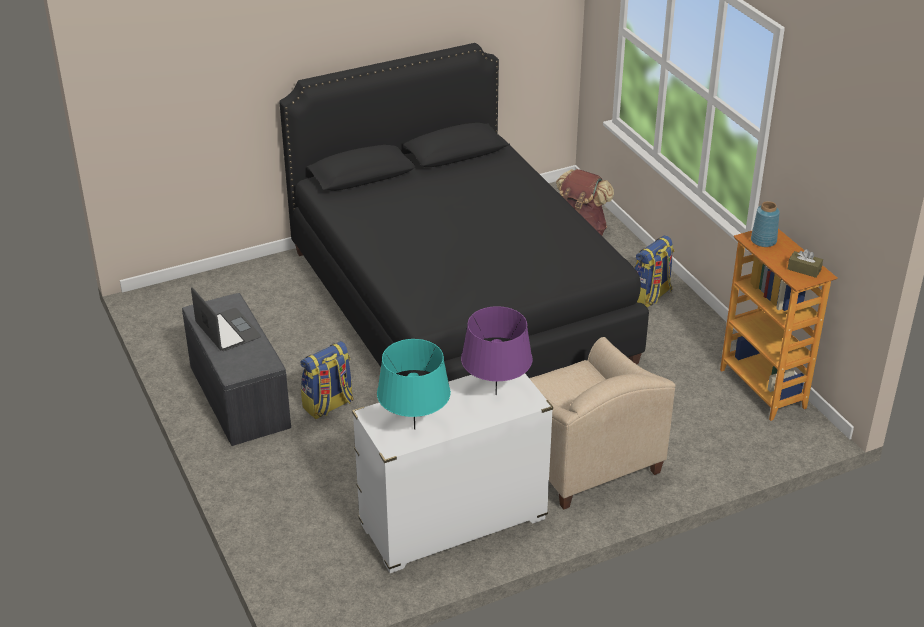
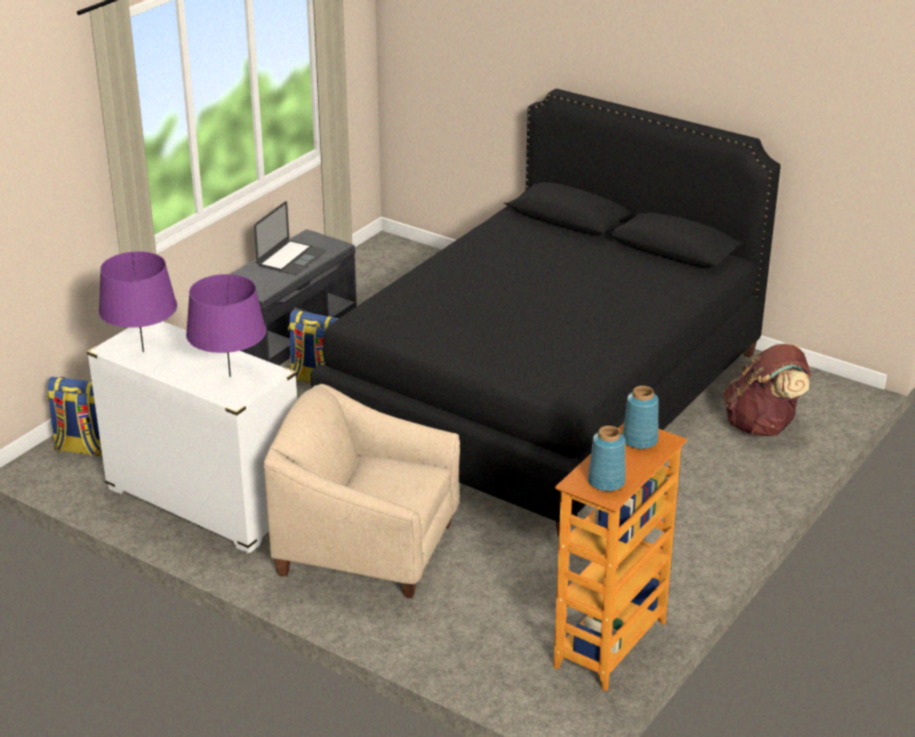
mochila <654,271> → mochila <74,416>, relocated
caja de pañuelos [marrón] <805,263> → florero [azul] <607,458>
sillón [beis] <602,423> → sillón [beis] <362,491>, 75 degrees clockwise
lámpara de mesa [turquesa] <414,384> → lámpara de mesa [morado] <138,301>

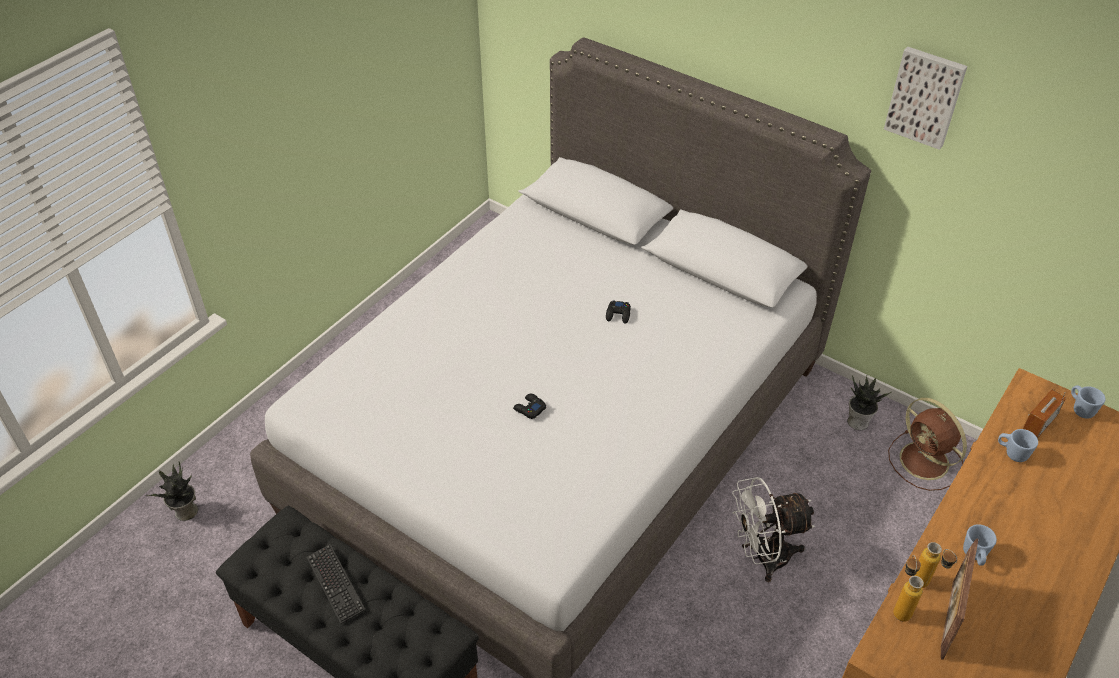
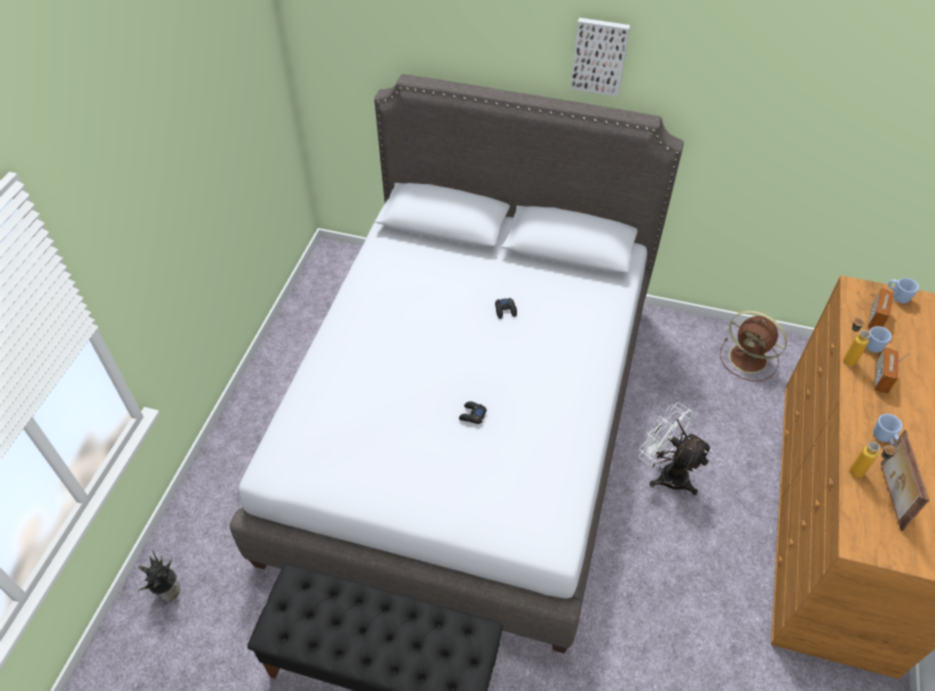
cuadro <925,98> → cuadro <600,57>, relocated
planta en maceta <870,402> → -
ventilador [blanco] <773,529> → ventilador [blanco] <676,449>, 75 degrees clockwise
teclado <336,584> → -
botella <908,588> → botella <857,341>, relocated
- → radio <893,370>

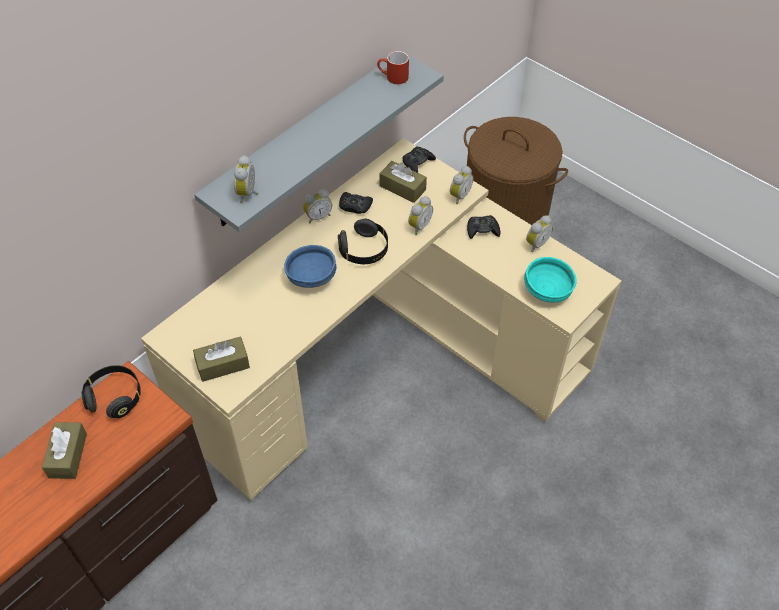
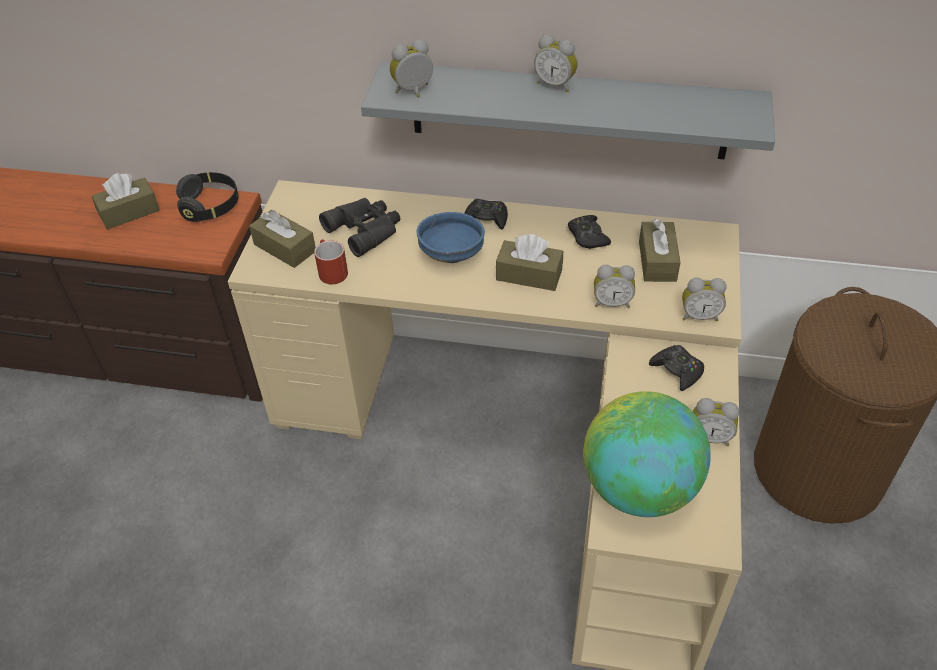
taza grande [rojo] <393,67> → taza grande [rojo] <331,261>, relocated
mando de consola [negro] <419,160> → mando de consola [negro] <486,214>, relocated
despertador <317,206> → despertador <556,63>, relocated
auriculares [negro] <363,241> → caja de pañuelos [marrón] <529,262>
cuenco [turquesa] <550,280> → globo terráqueo <647,454>
- → prismáticos [negro] <359,227>

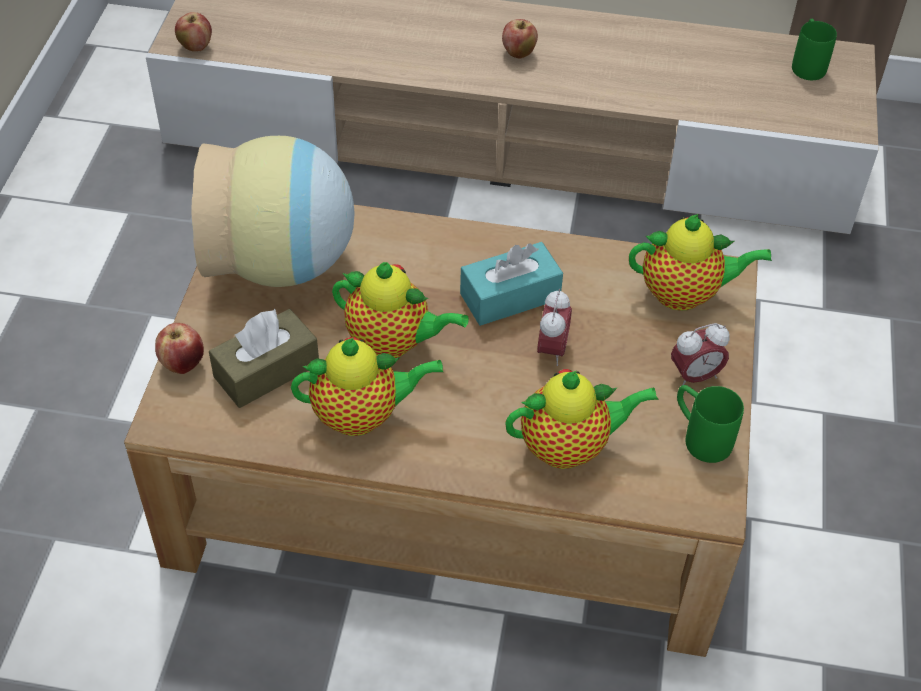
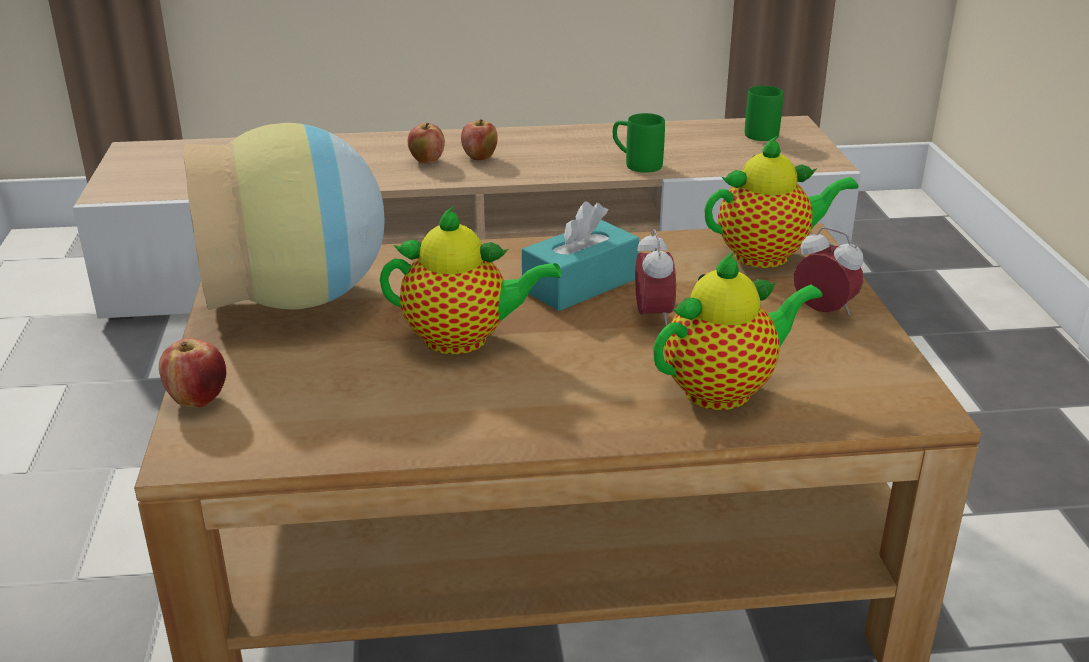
manzana <193,32> → manzana <426,143>, relocated
caja de pañuelos [marrón] <264,358> → -
despertador <700,354> → despertador <828,271>, 105 degrees counterclockwise
tetera <367,386> → -
taza grande [verde] <710,424> → taza grande [verde] <639,143>, relocated

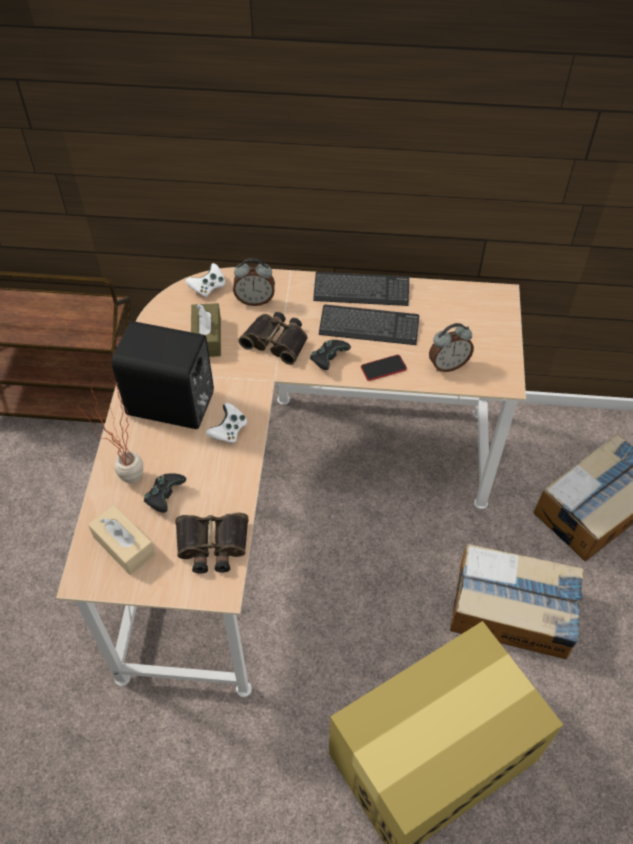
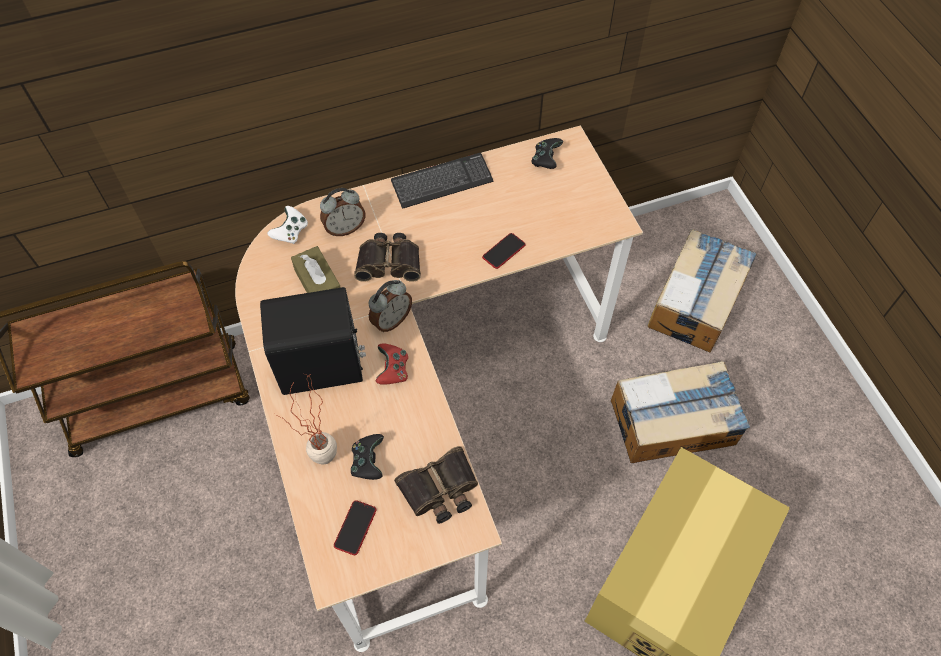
teclado <369,325> → -
despertador <451,347> → despertador <390,306>, relocated
mando de consola [negro] <330,355> → mando de consola [negro] <547,153>, relocated
mando de consola [blanco] <226,423> → mando de consola [rojo] <392,364>
caja de pañuelos [beis] <121,540> → móvil <355,527>

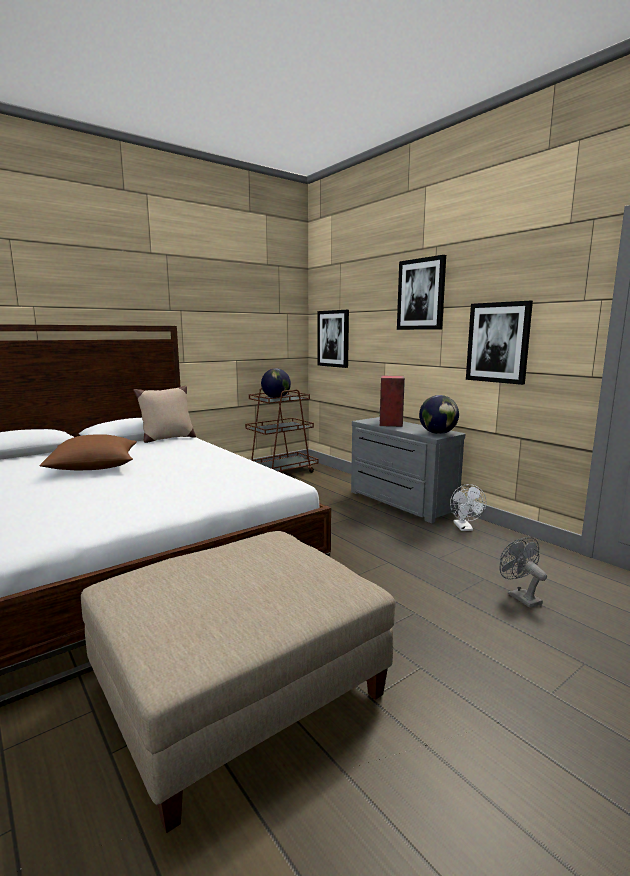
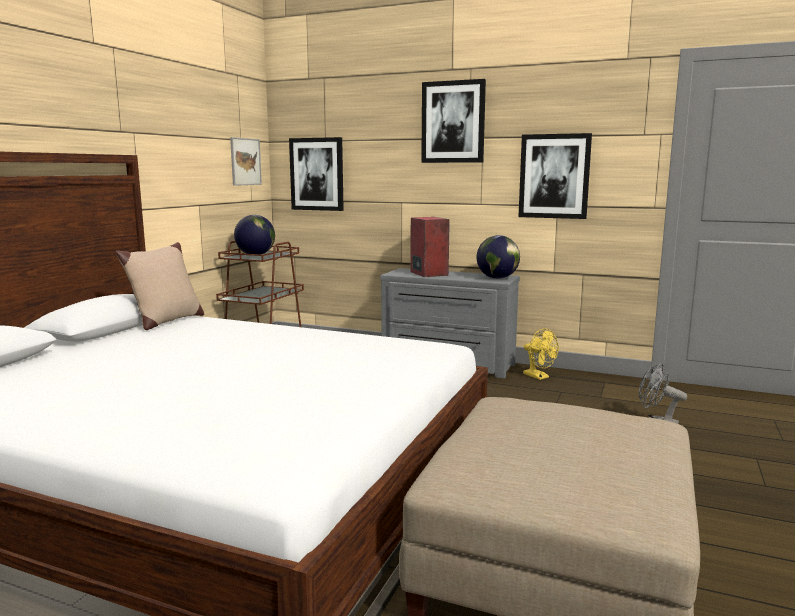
cojín [marrón] <88,452> → -
ventilador [blanco] <468,507> → ventilador [amarillo] <541,354>
- → cuadro <246,161>

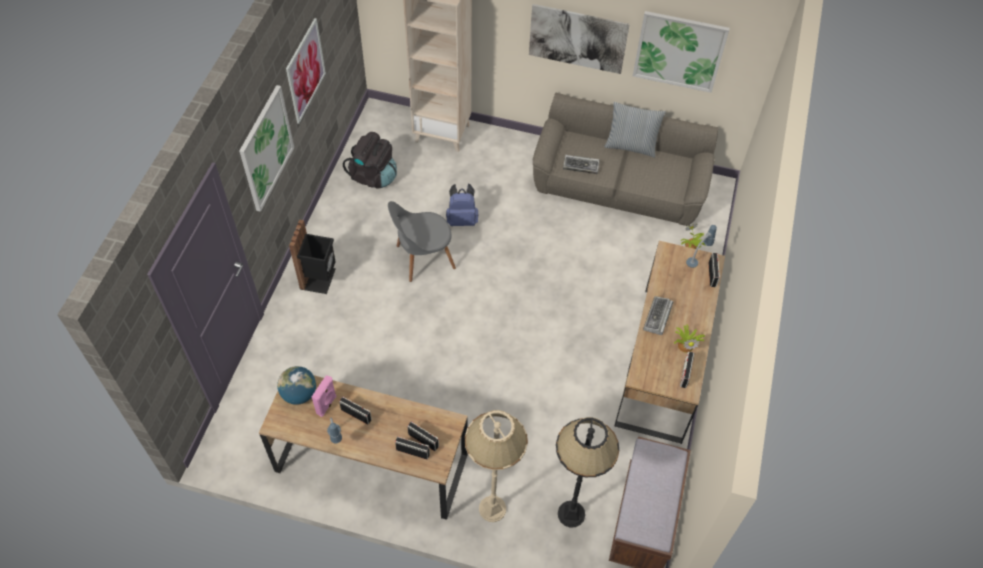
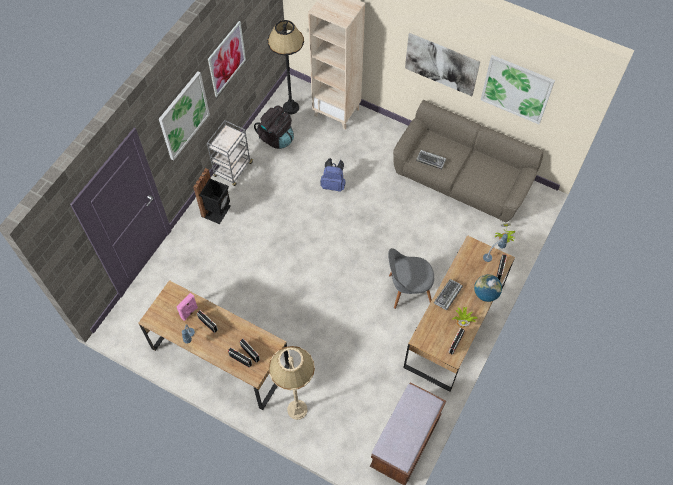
cojín <635,130> → -
silla [gris] <422,241> → silla [gris] <411,278>, relocated
globo terráqueo <296,385> → globo terráqueo <488,288>, relocated
lámpara de pie [negro] <587,472> → lámpara de pie [negro] <285,67>, relocated
- → carrito [gris] <230,153>

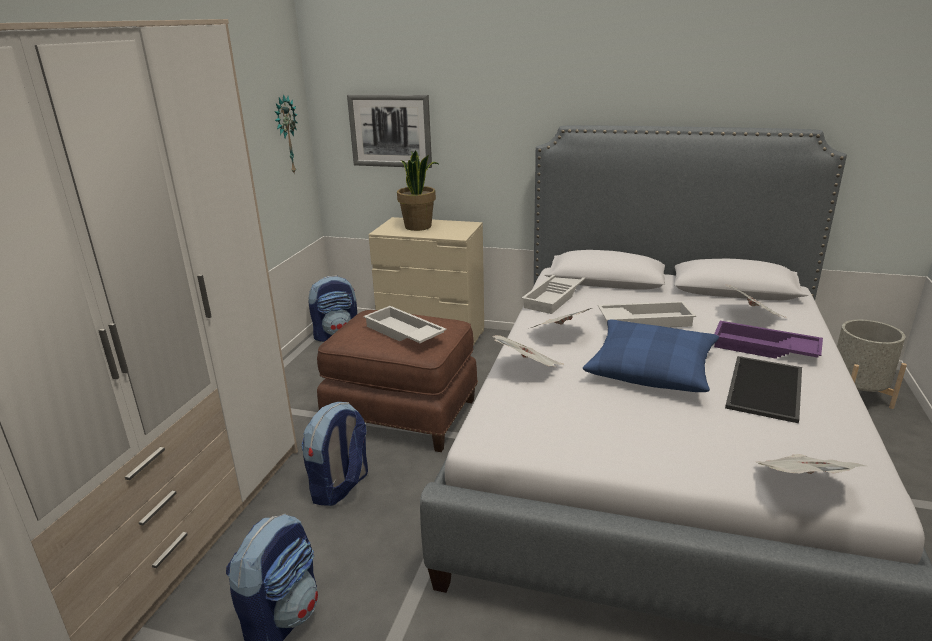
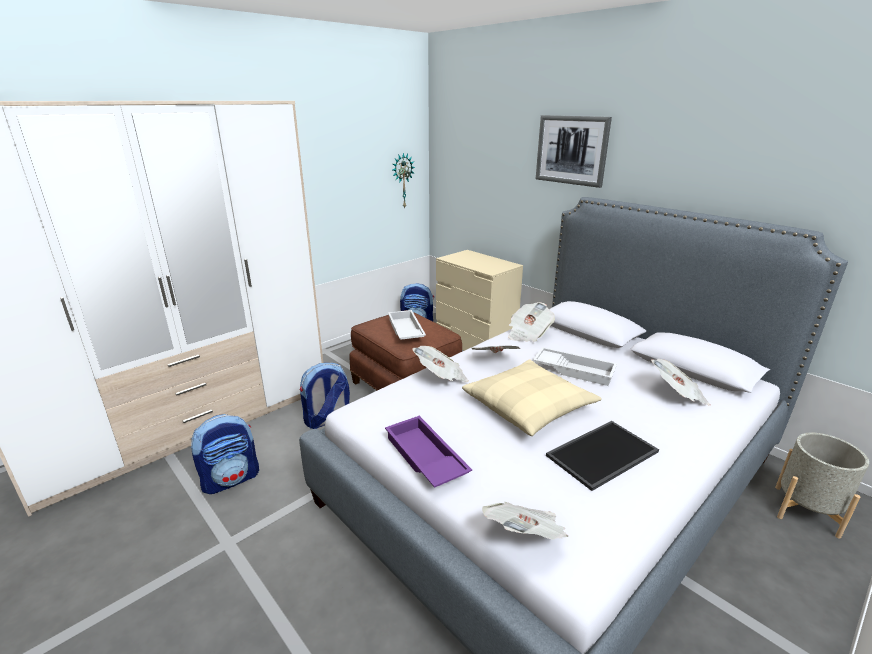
cuadro <389,131> → cuadro <574,151>, relocated
planta en maceta <417,191> → -
bandeja [blanco] <553,294> → periódico <531,322>
cojín [azul] <651,356> → cojín [beis] <532,397>
bandeja [morado] <768,340> → bandeja [morado] <428,451>, relocated

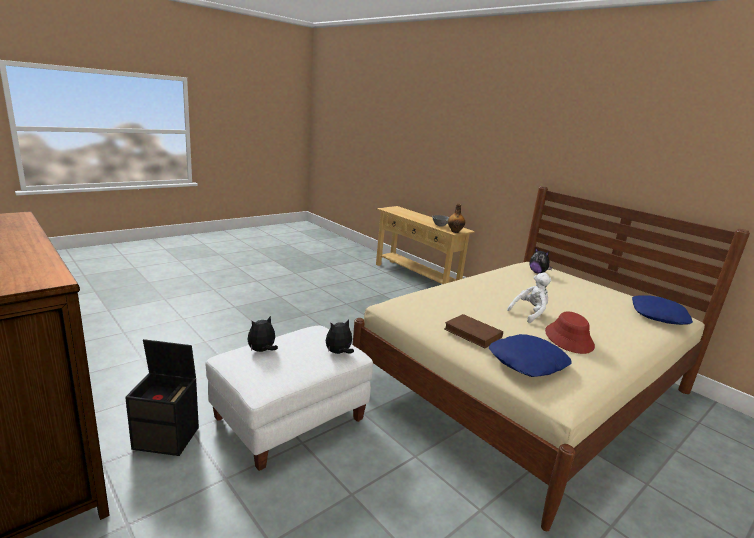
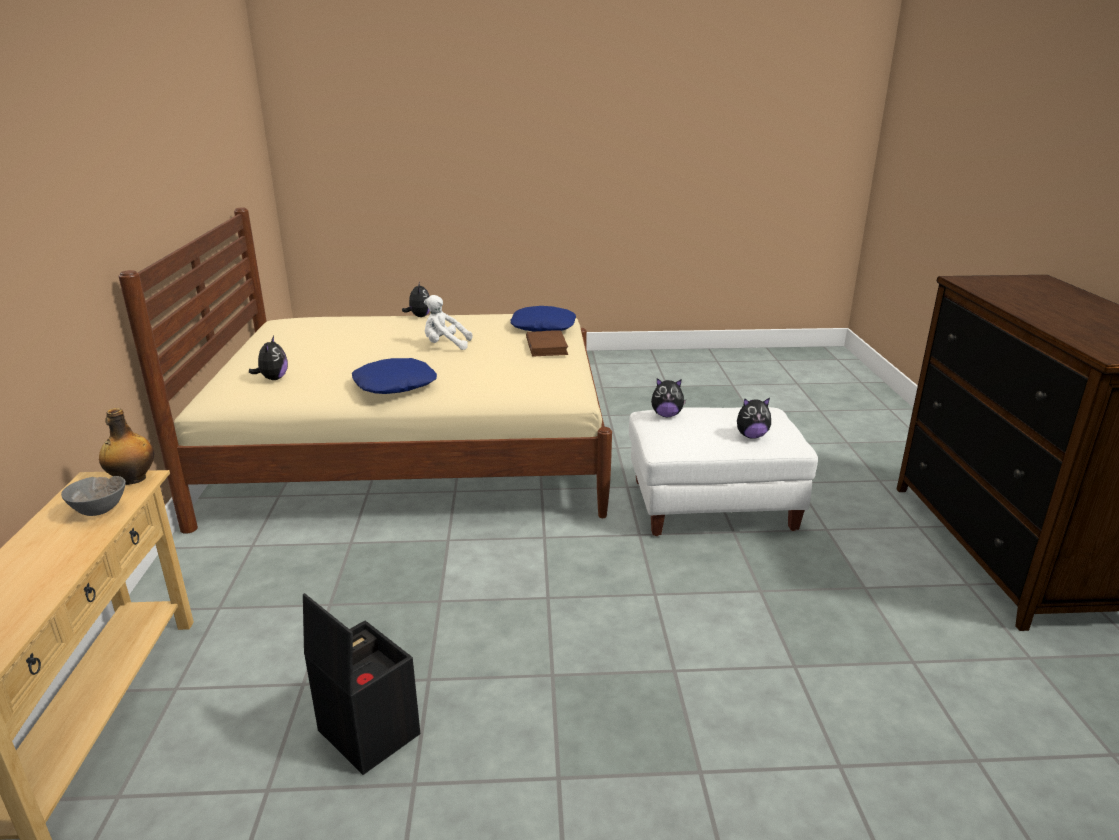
cojín [azul] <662,310> → cojín [azul] <394,376>, relocated
sombrero [rojo] <570,332> → -
caja de almacenaje [negro] <162,397> → caja de almacenaje [negro] <361,684>, relocated
- → peluche <416,299>

